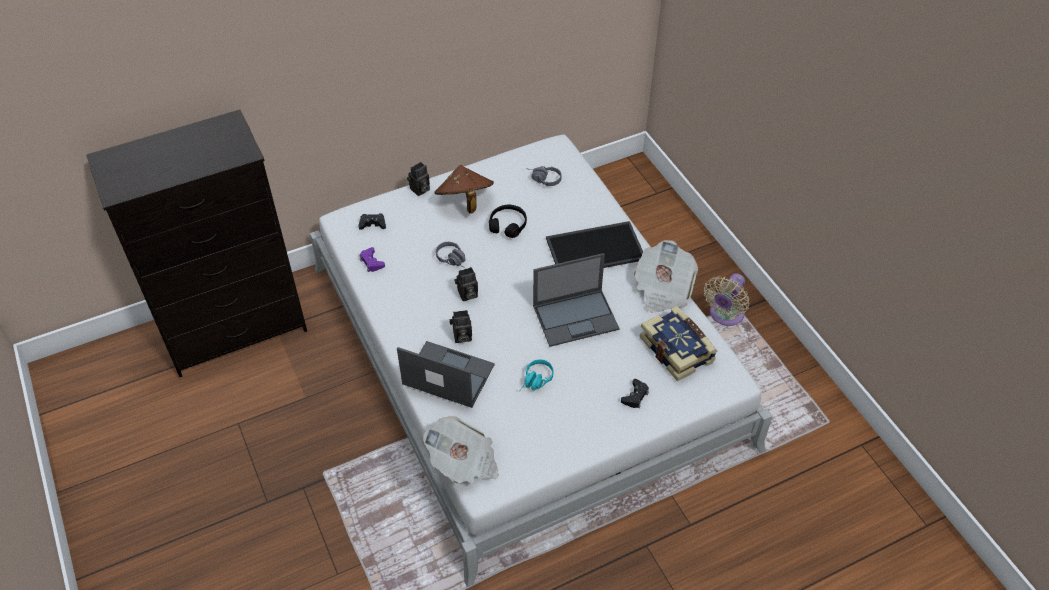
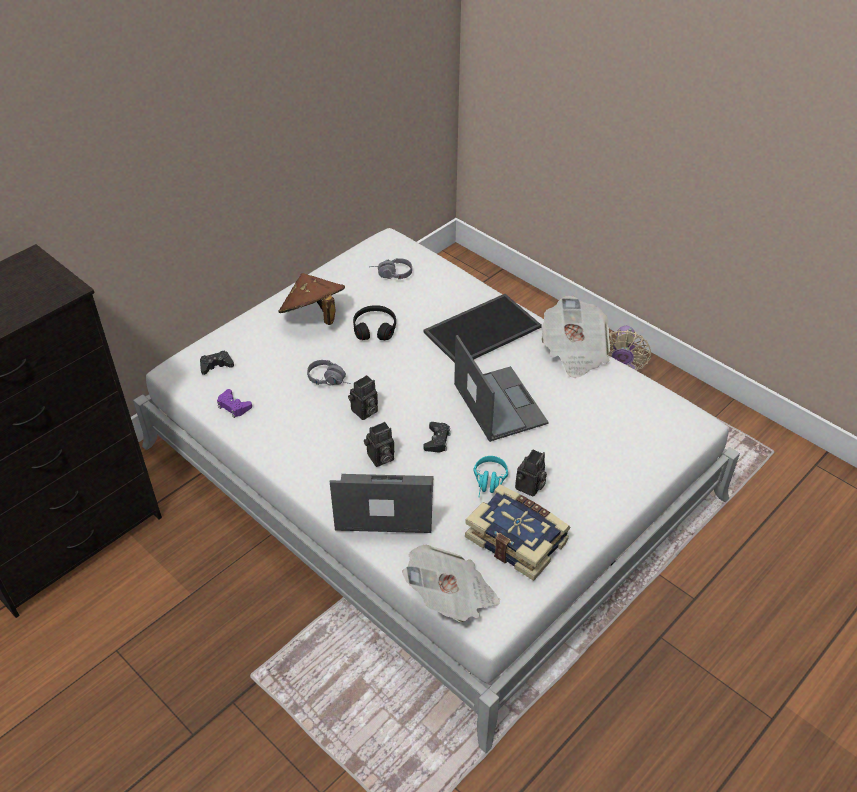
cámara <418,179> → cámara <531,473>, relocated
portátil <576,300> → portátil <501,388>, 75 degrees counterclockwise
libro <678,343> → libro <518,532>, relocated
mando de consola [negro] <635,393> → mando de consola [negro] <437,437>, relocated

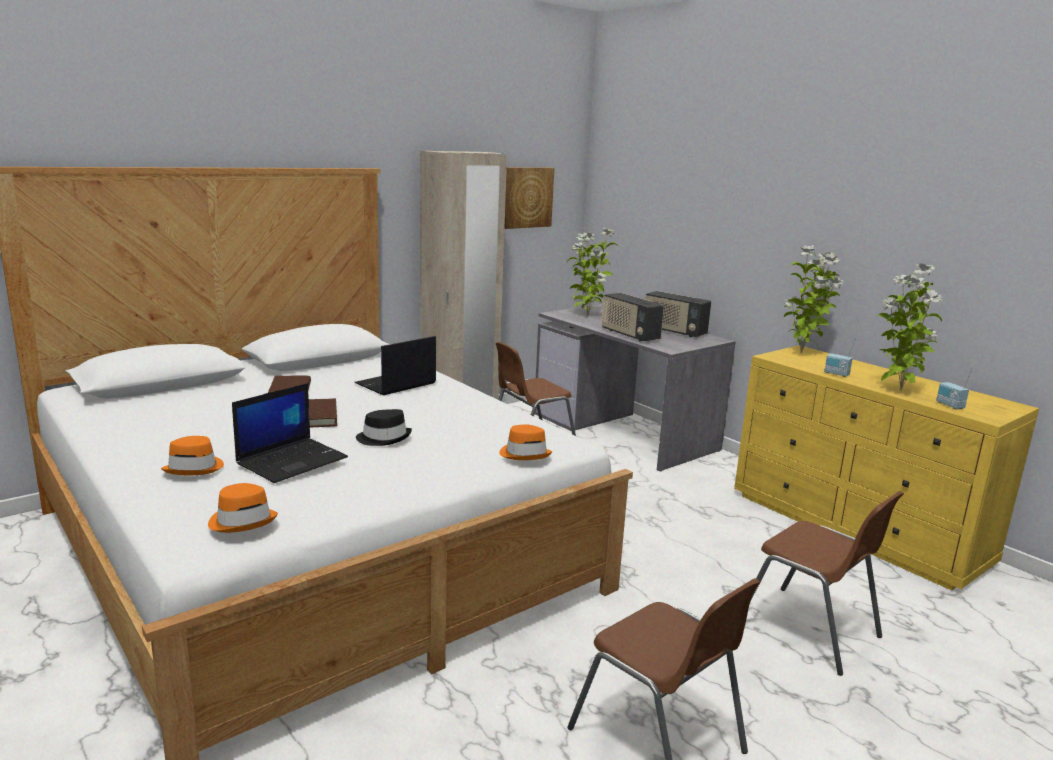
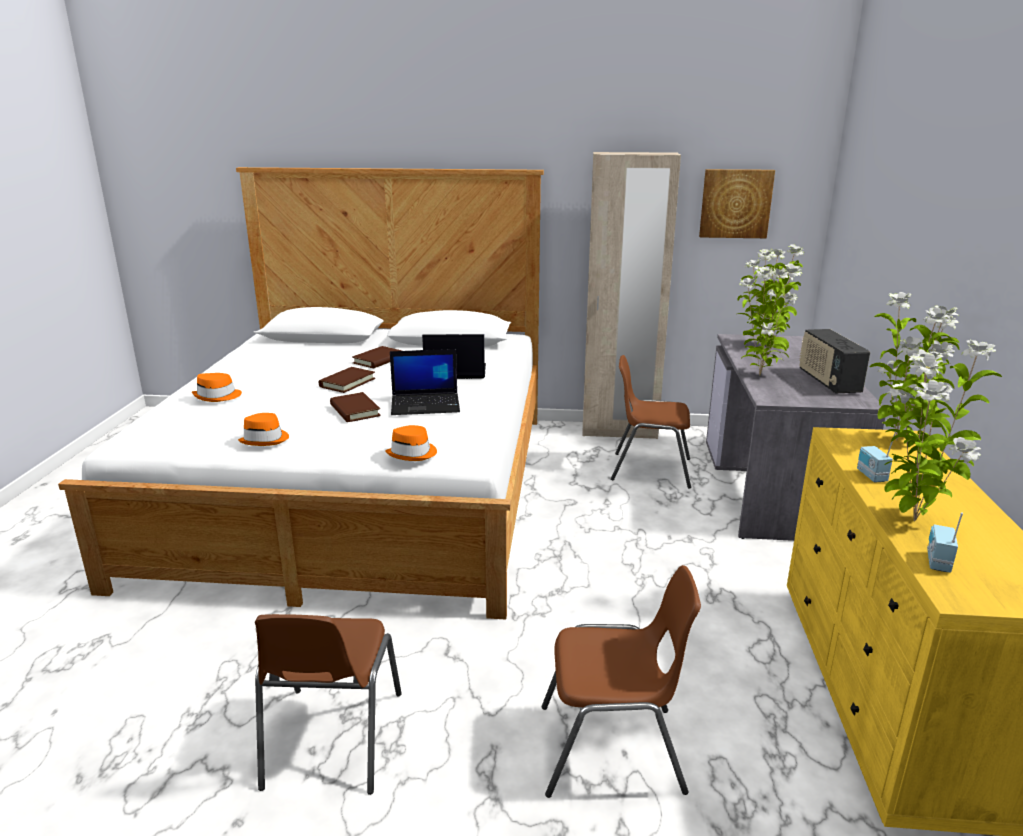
radio <632,317> → planta en maceta <770,319>
portátil <290,433> → portátil <425,382>, relocated
sombrero [negro] <384,427> → libro [marrón] <355,407>
sombrero [naranja] <243,508> → sombrero [naranja] <263,429>, relocated
silla [marrón] <827,583> → silla [marrón] <621,681>, 90 degrees counterclockwise

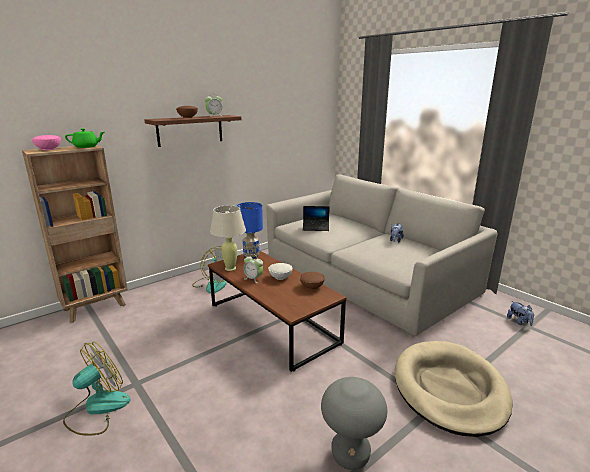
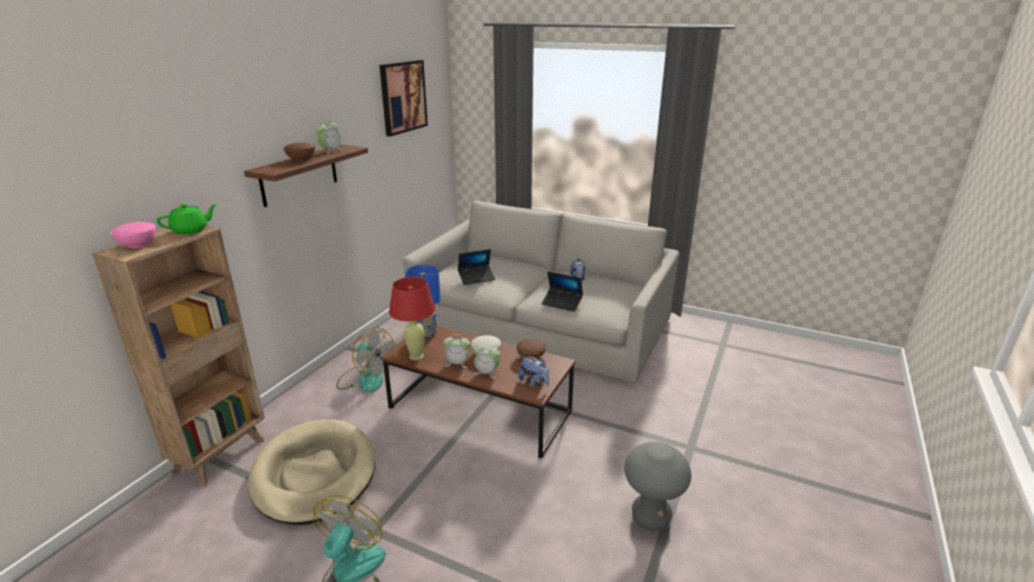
lámpara de mesa [beis] <228,238> → lámpara de mesa [rojo] <412,318>
peluche <520,313> → peluche <533,371>, relocated
cama para perro [beis] <454,389> → cama para perro [beis] <311,472>, relocated
- → cuadro <403,98>
- → portátil <562,291>
- → despertador <487,361>

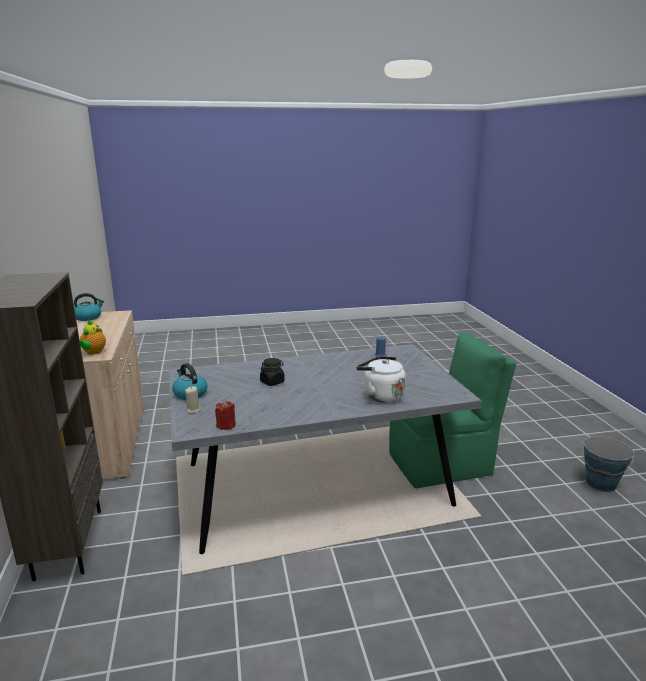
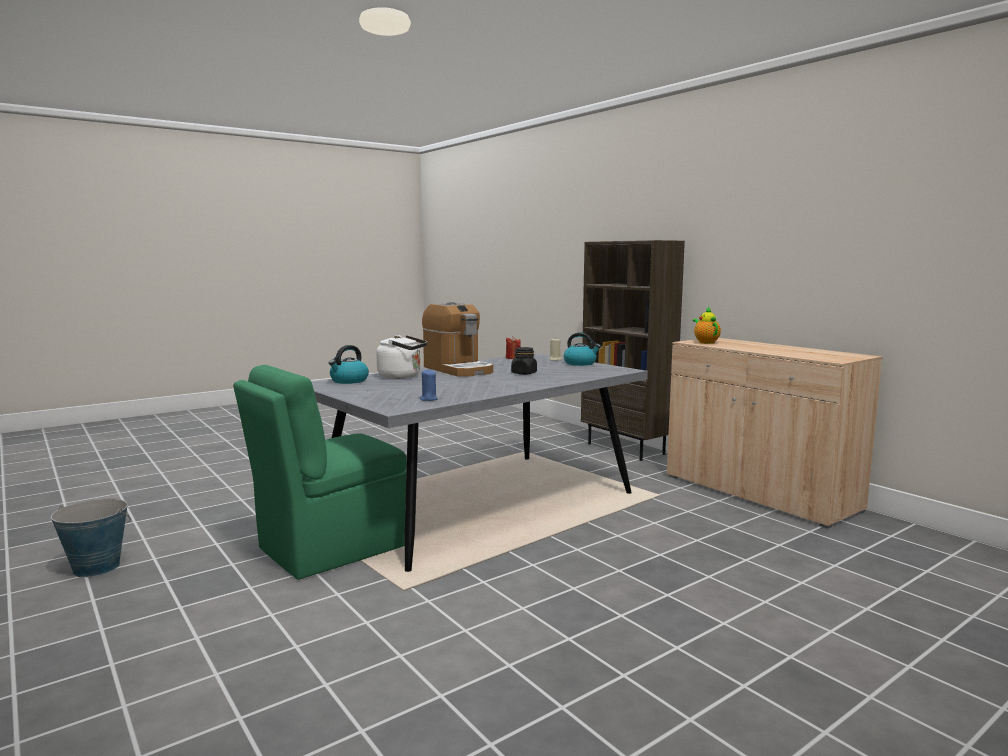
hervidor <89,307> → hervidor <349,364>, relocated
- → cafetera <457,339>

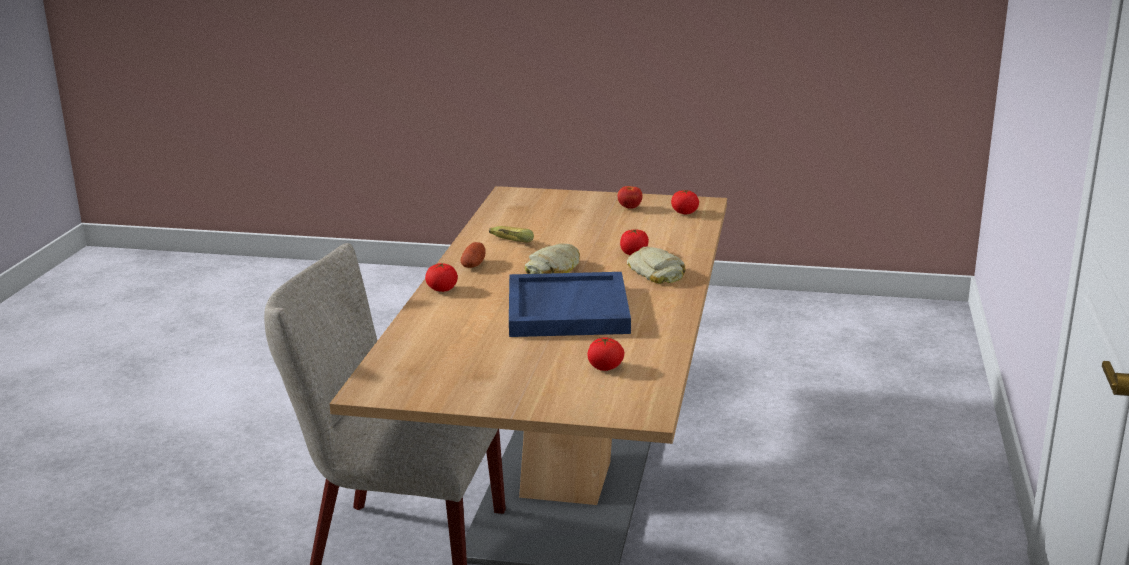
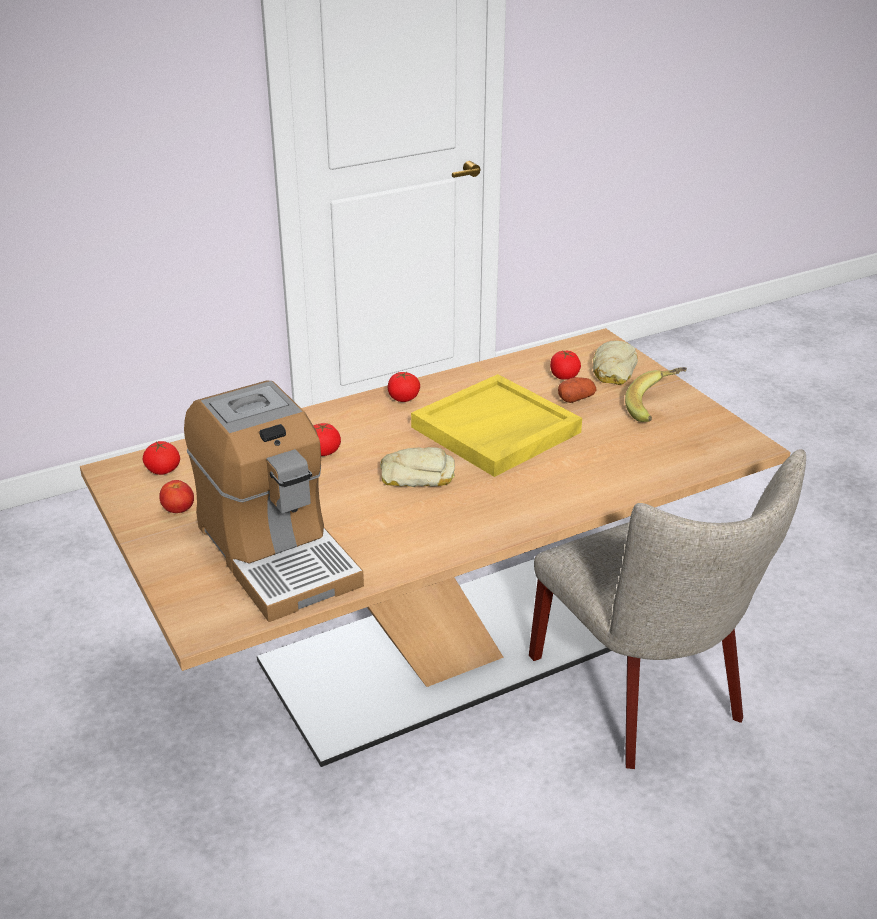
plátano <511,234> → plátano <656,394>, relocated
patata <472,255> → patata <577,390>, relocated
pan <656,265> → pan <615,362>, relocated
tomate <441,277> → tomate <404,387>, relocated
bandeja [azul] <570,304> → bandeja [amarillo] <496,425>
- → cafetera <274,501>

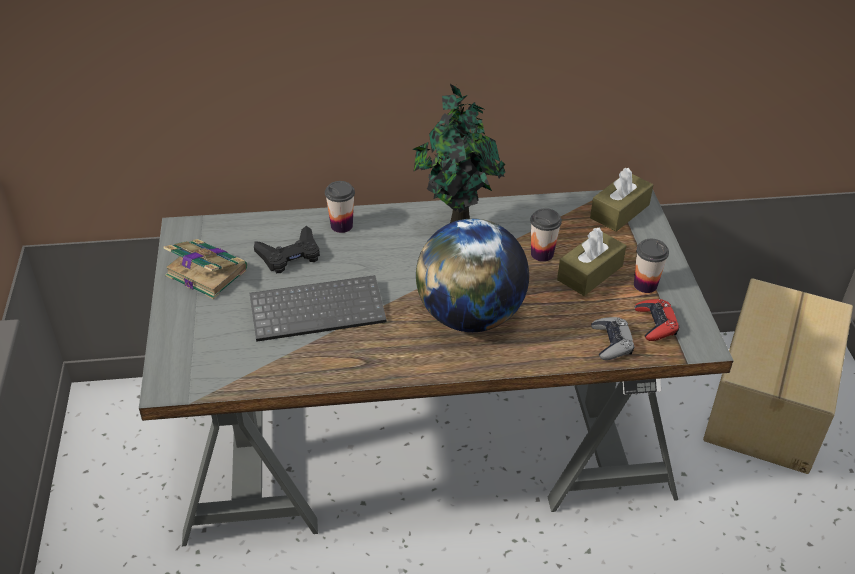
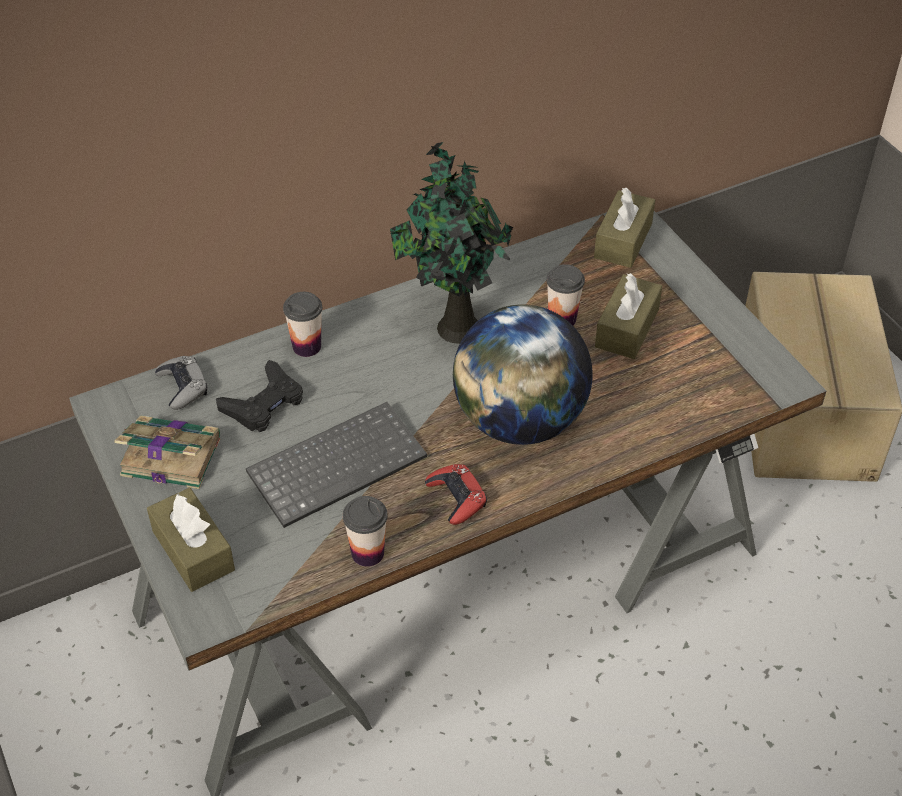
taza <651,266> → taza <365,531>, relocated
mando de consola [rojo] <657,320> → mando de consola [rojo] <456,494>, relocated
mando de consola [gris] <613,338> → mando de consola [gris] <181,383>, relocated
- → caja de pañuelos [marrón] <191,540>

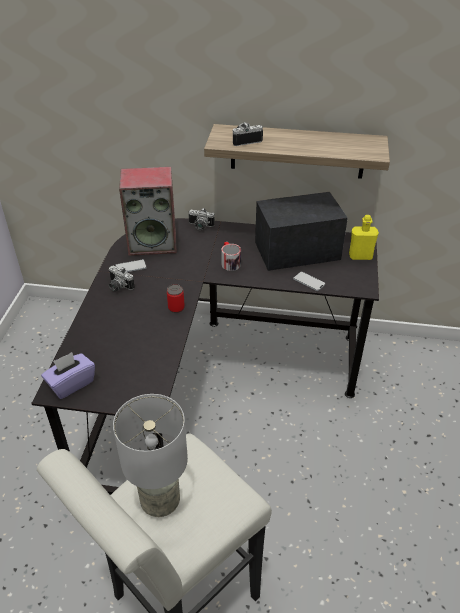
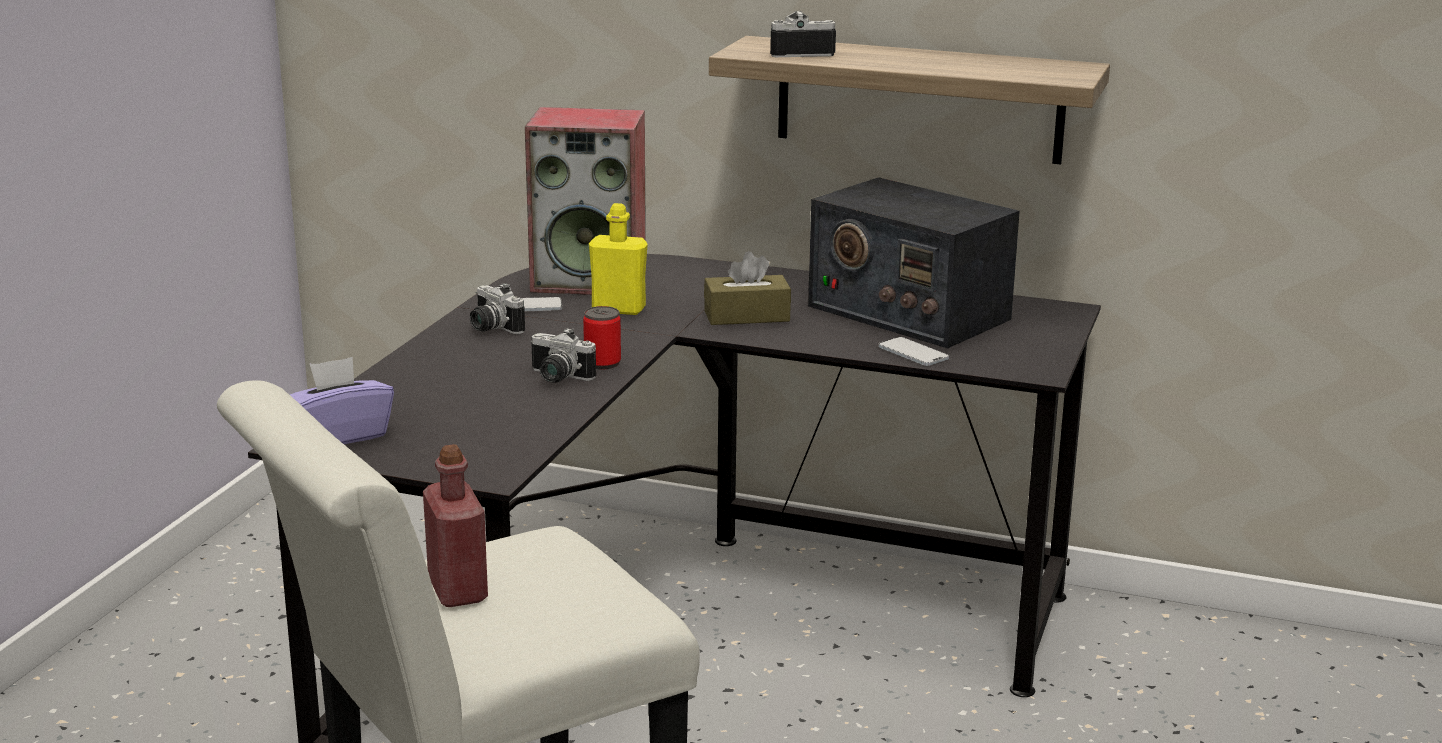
radio <301,231> → radio <914,262>, 135 degrees counterclockwise
cámara <202,219> → cámara <563,355>, relocated
botella [amarillo] <364,237> → botella [amarillo] <618,259>, relocated
taza grande <231,256> → caja de pañuelos [marrón] <747,288>
lámpara de mesa [gris] <150,455> → botella [rojo] <455,525>

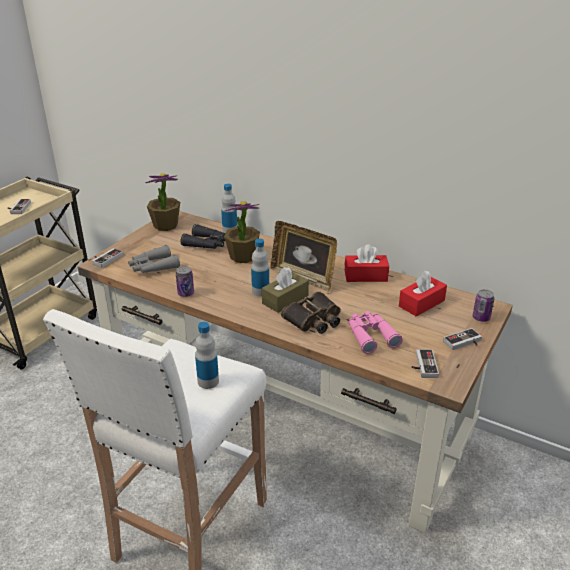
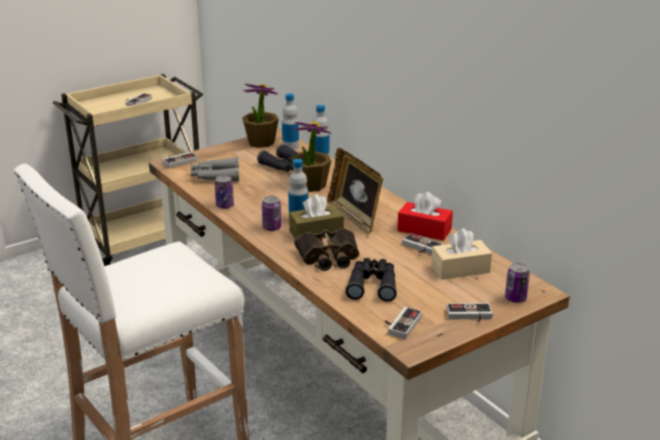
caja de pañuelos [rojo] <423,293> → caja de pañuelos [beis] <461,254>
prismáticos [rosa] <375,332> → prismáticos [negro] <371,280>
botella <207,355> → botella <290,121>, relocated
- → lata <271,213>
- → mando de consola <422,244>

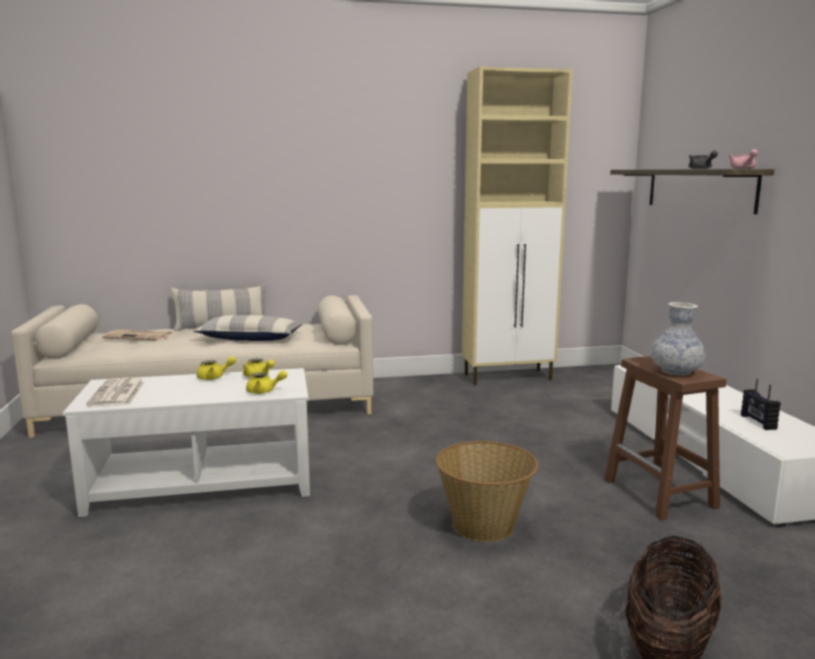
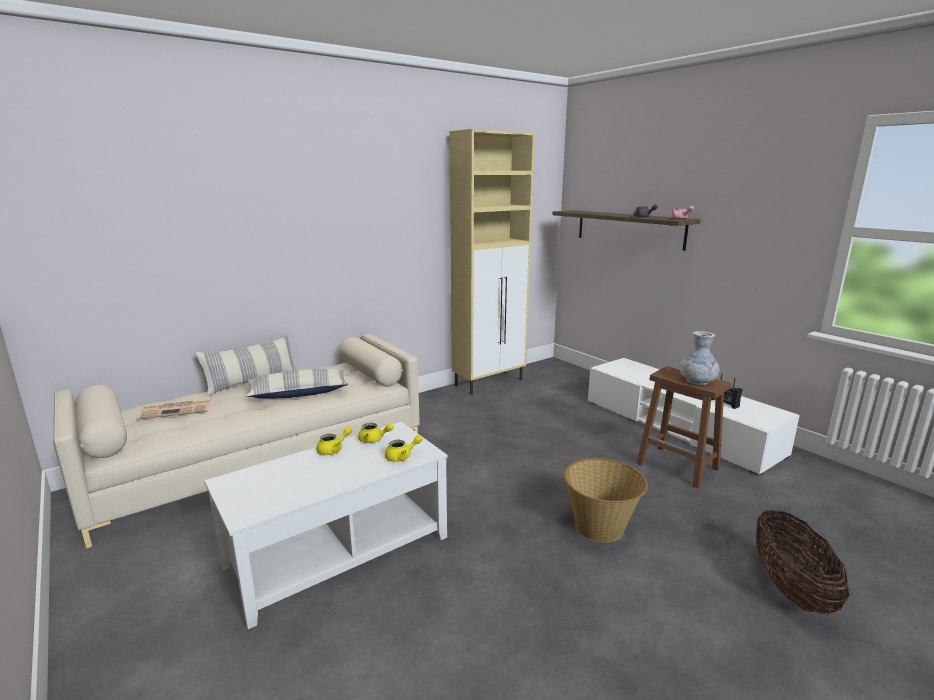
periódico <115,392> → -

